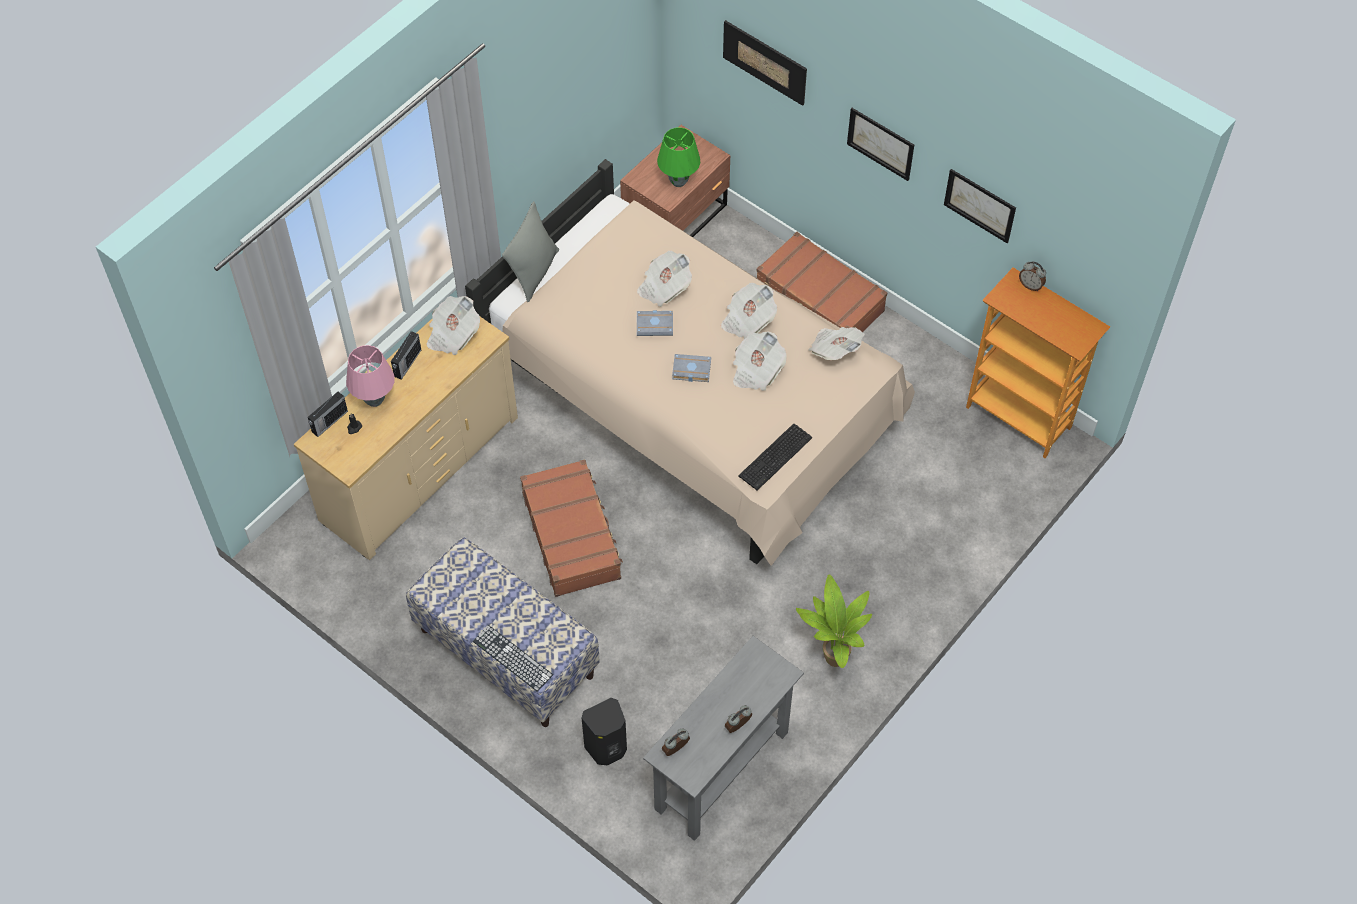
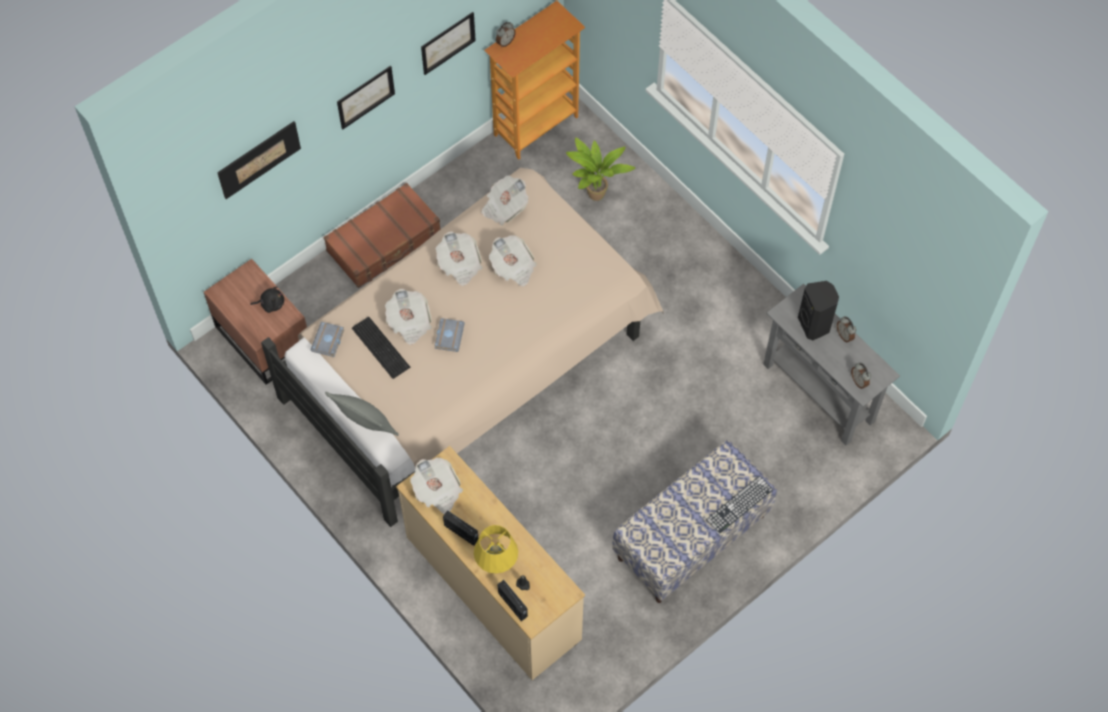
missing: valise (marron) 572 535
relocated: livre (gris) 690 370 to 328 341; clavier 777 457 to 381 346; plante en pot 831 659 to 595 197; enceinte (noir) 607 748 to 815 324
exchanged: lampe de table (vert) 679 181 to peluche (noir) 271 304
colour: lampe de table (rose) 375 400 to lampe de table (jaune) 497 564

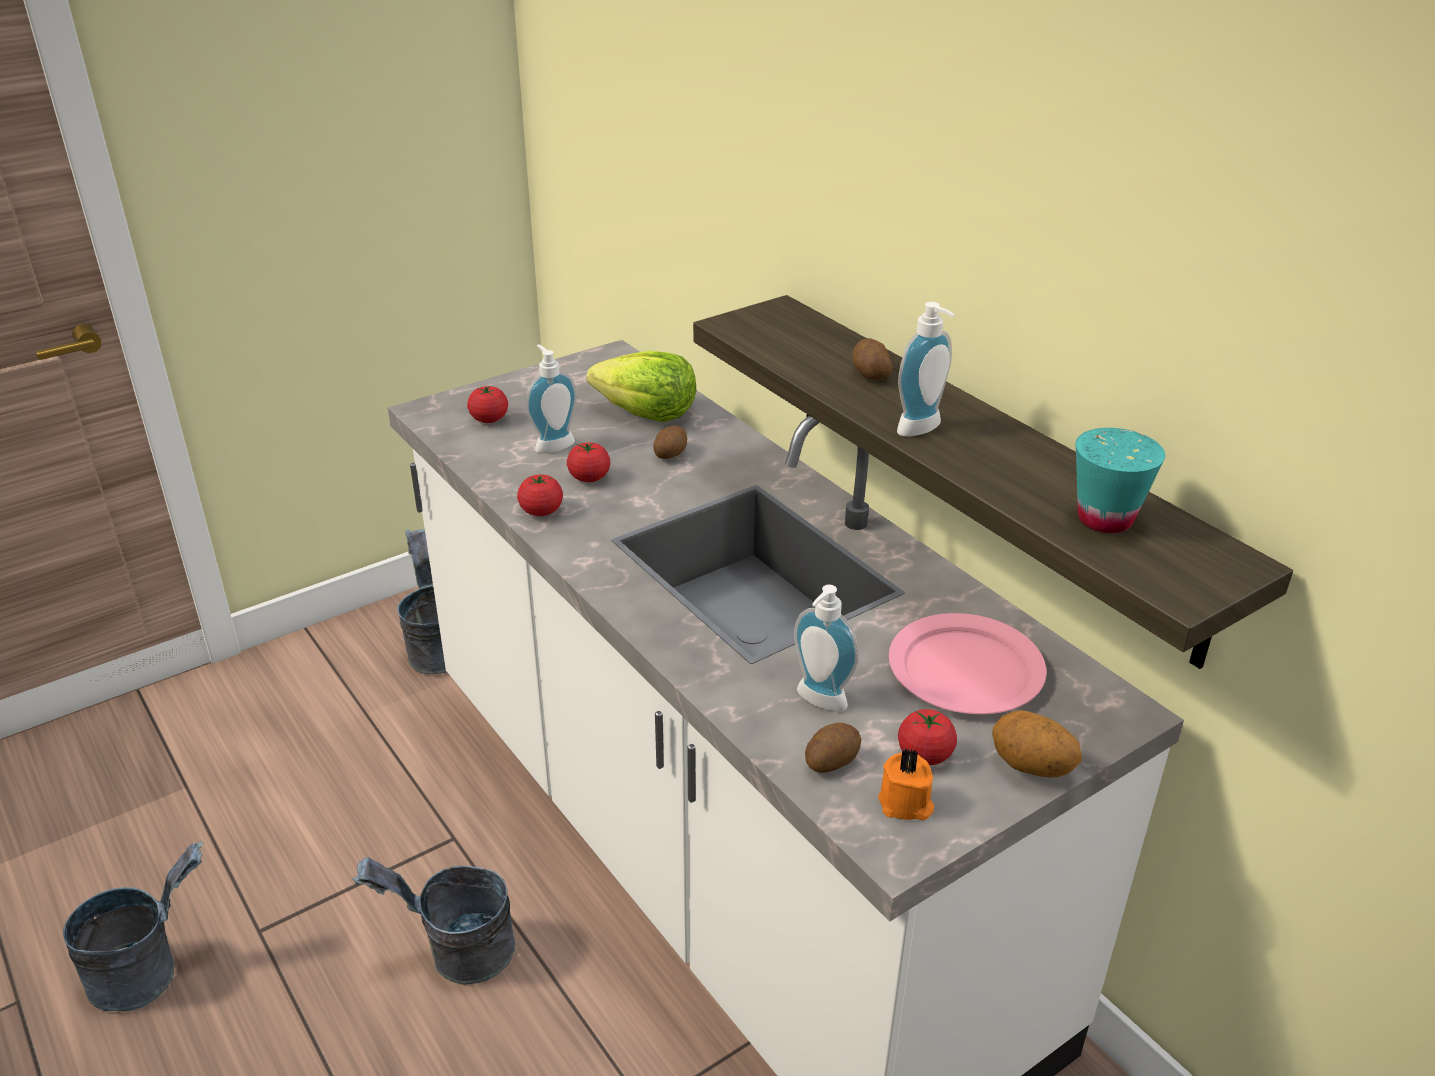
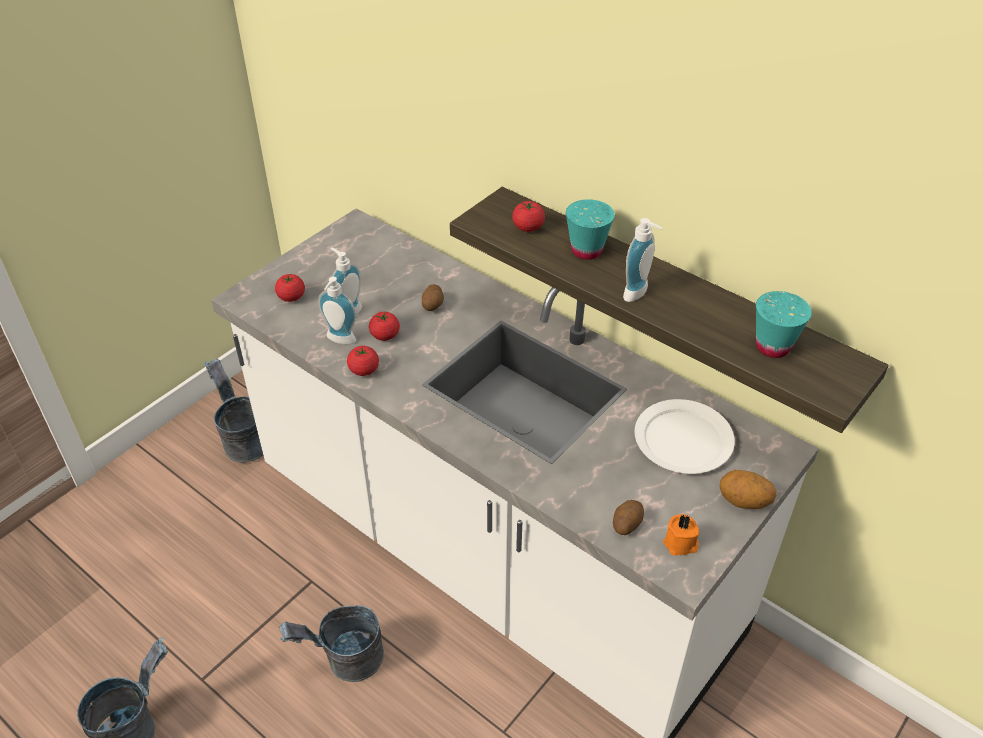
missing: laitue 647 413
relocated: distributeur de savon 818 702 to 339 341; tomate 925 755 to 528 227
exchanged: pomme de terre 870 374 to tasse (turquoise) 586 251
colour: assiette (rose) 967 670 to assiette (blanc) 684 439

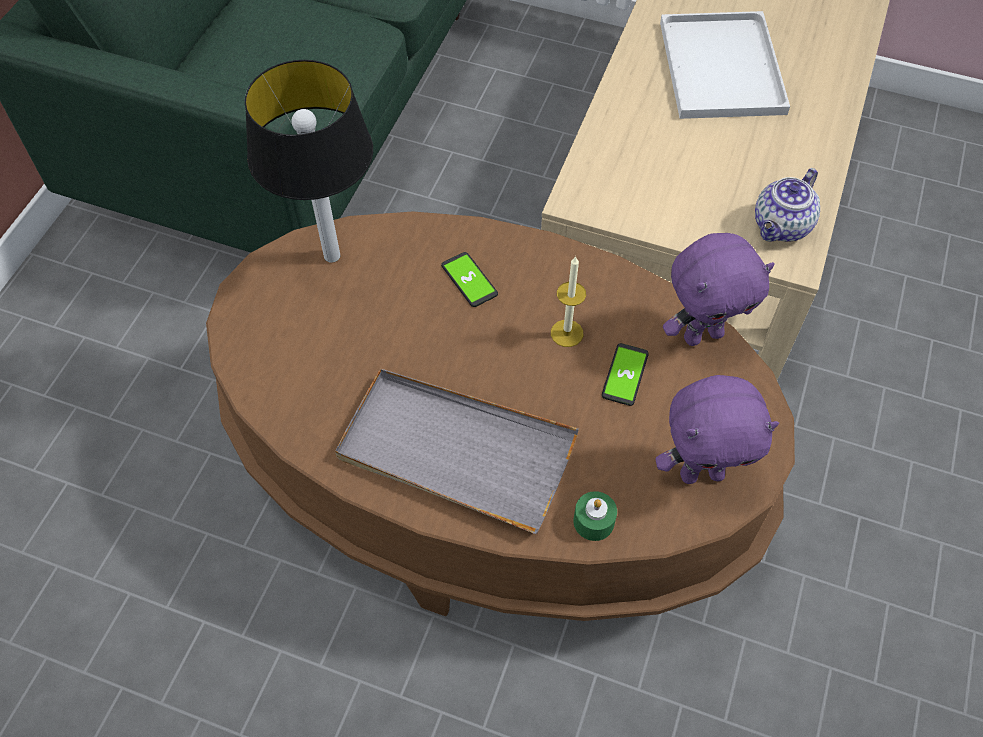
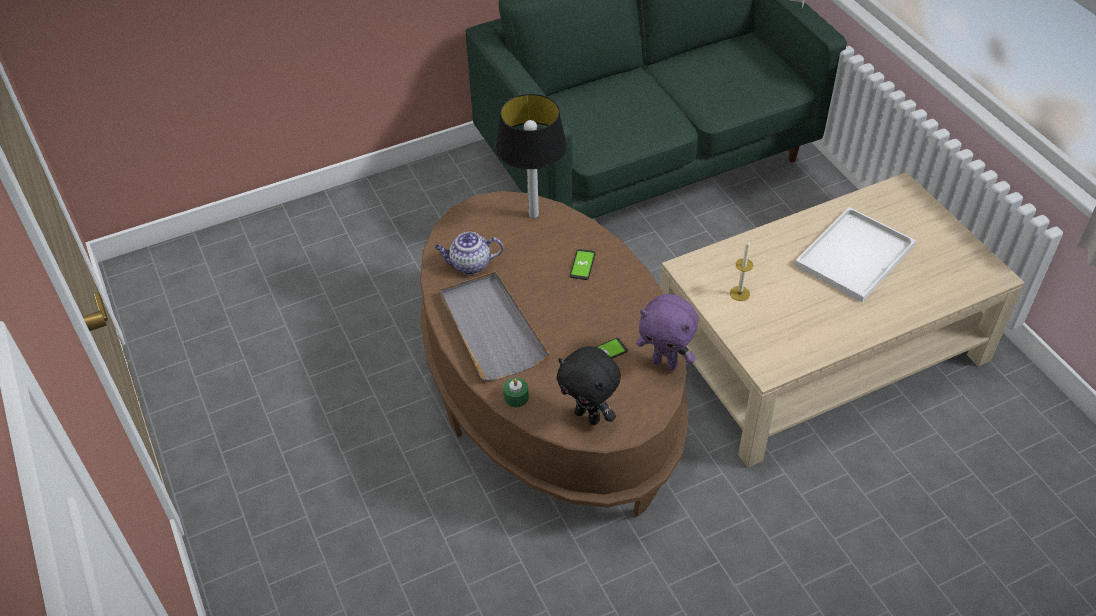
relocated: théière 781 227 to 469 265; bougie 567 333 to 739 293
colour: peluche (violet) 702 473 to peluche (noir) 588 416

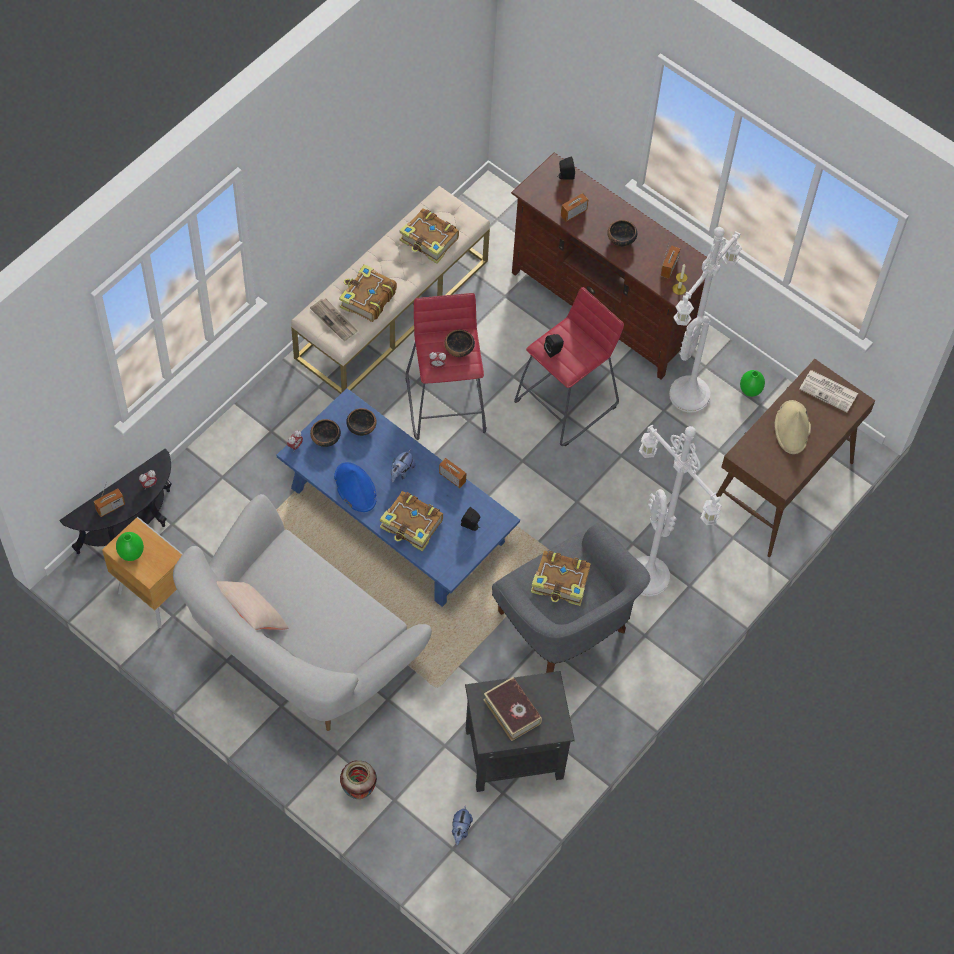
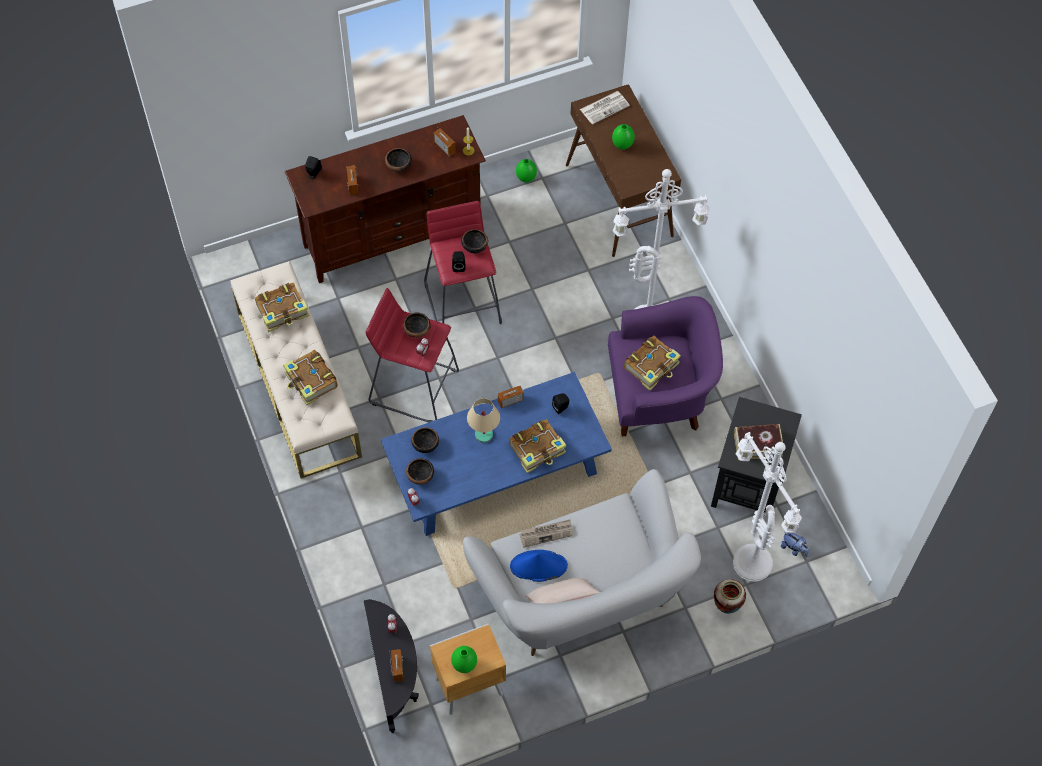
appeared: bol 474 247
relocated: lampadaire (blanc) 688 392 to 749 563; journal 334 320 to 546 533; chapeau (bleu) 355 487 to 538 566
exchanged: chapeau (beige) 792 428 to vase (vert) 622 145; peluche 401 472 to lampe de table (beige) 484 434
colour: fauteuil (gris) 565 626 to fauteuil (violet) 659 397

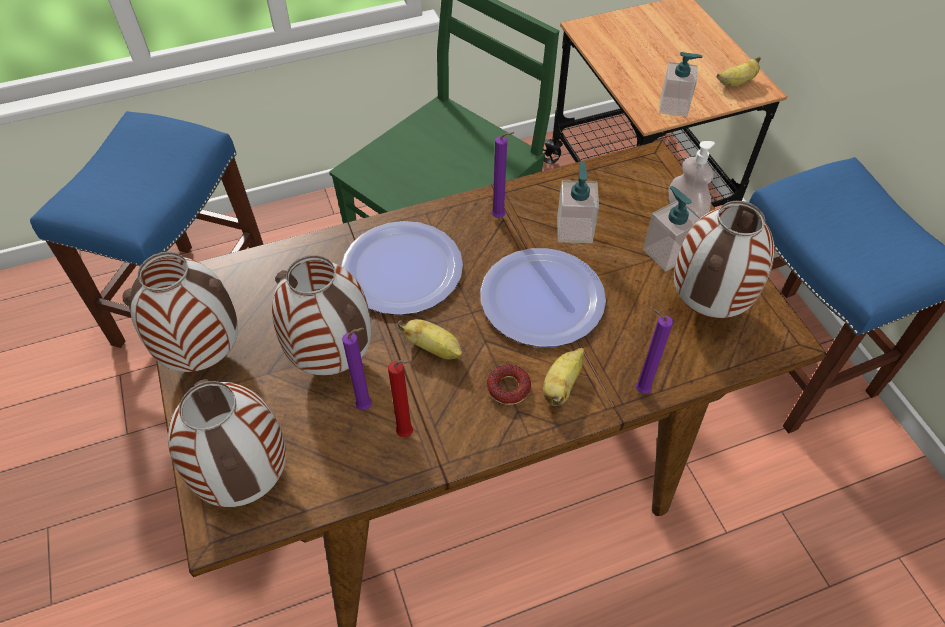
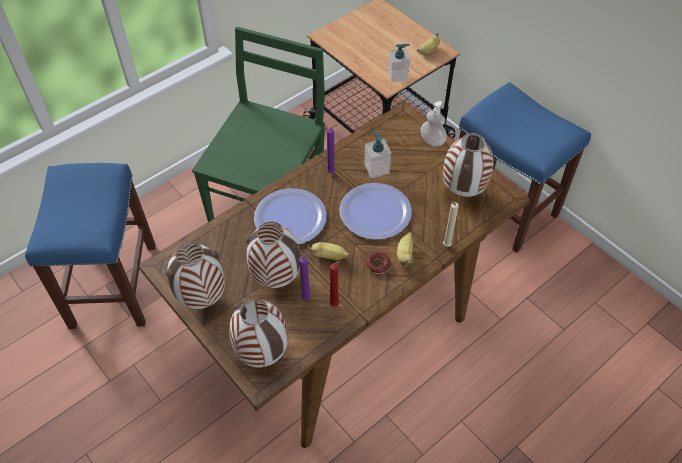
missing: distributeur de savon 667 253
colour: bougie (violet) 639 389 to bougie (beige) 445 245

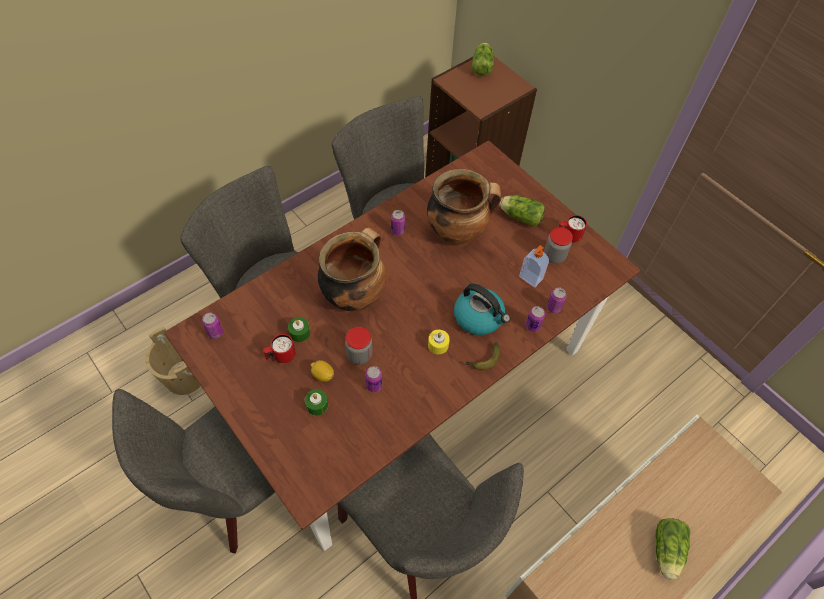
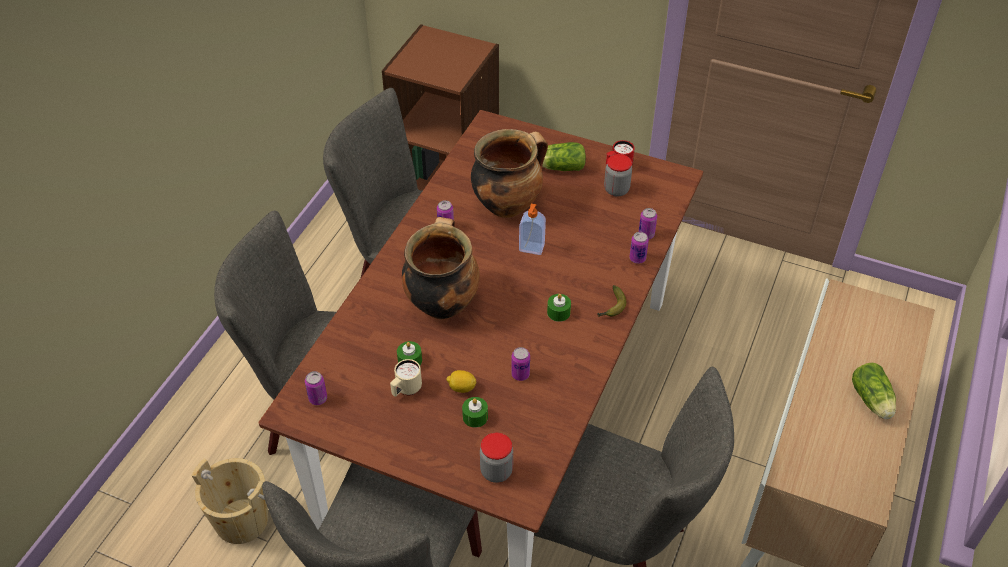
missing: laitue 482 66; bouilloire 479 317
relocated: distributeur de savon 530 278 to 531 248; bocal 359 355 to 496 471
colour: bougie (jaune) 438 345 to bougie (vert) 558 312; mug (rouge) 281 356 to mug (beige) 406 390

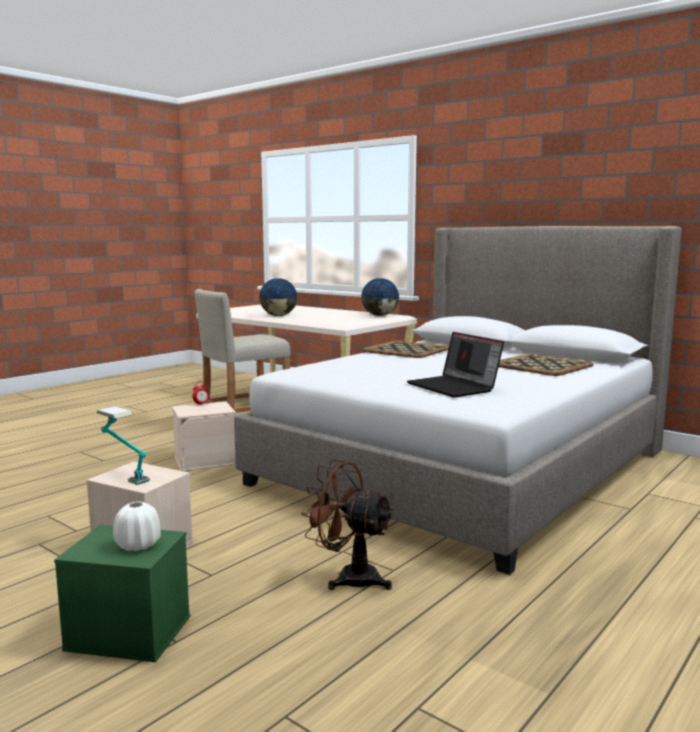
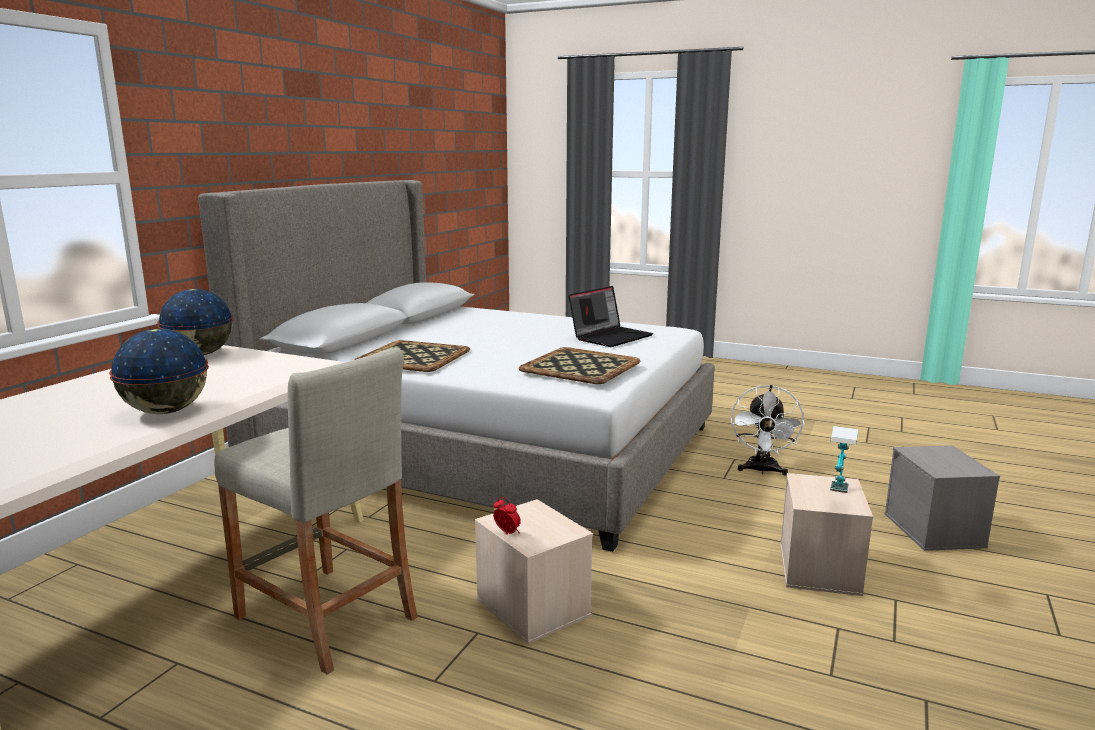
missing: vase (blanc) 138 545
relocated: plateau 541 365 to 579 366
colour: ventilateur (marron) 349 577 to ventilateur (blanc) 762 471; boîte de rangement (vert) 127 633 to boîte de rangement (gris) 935 530

